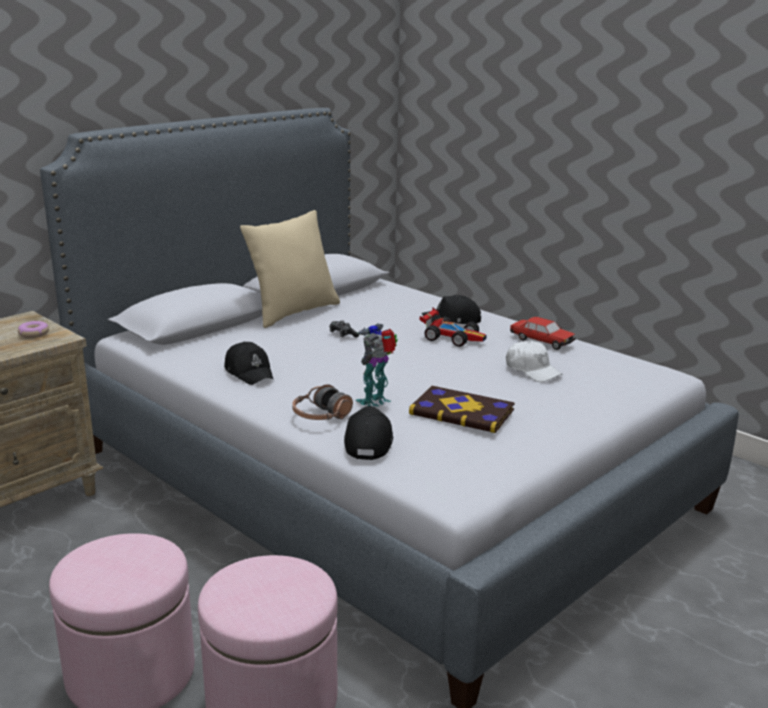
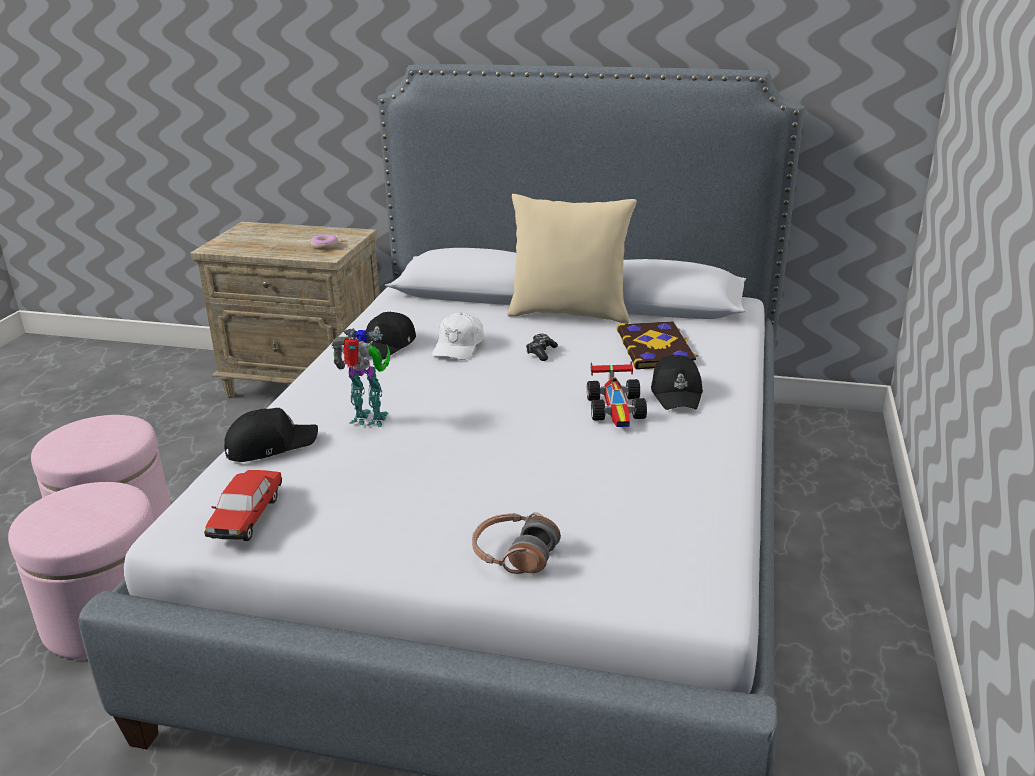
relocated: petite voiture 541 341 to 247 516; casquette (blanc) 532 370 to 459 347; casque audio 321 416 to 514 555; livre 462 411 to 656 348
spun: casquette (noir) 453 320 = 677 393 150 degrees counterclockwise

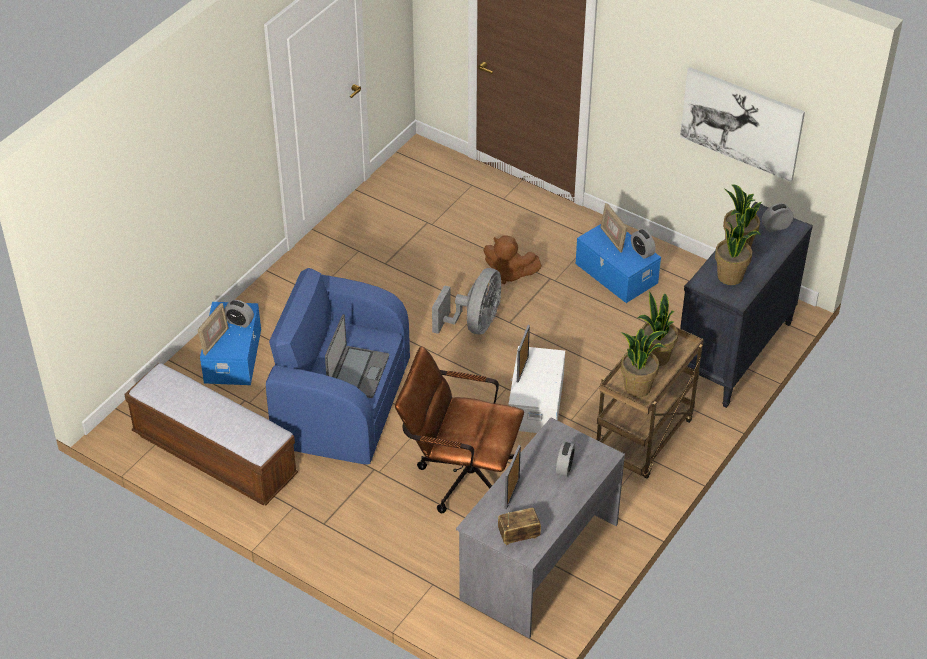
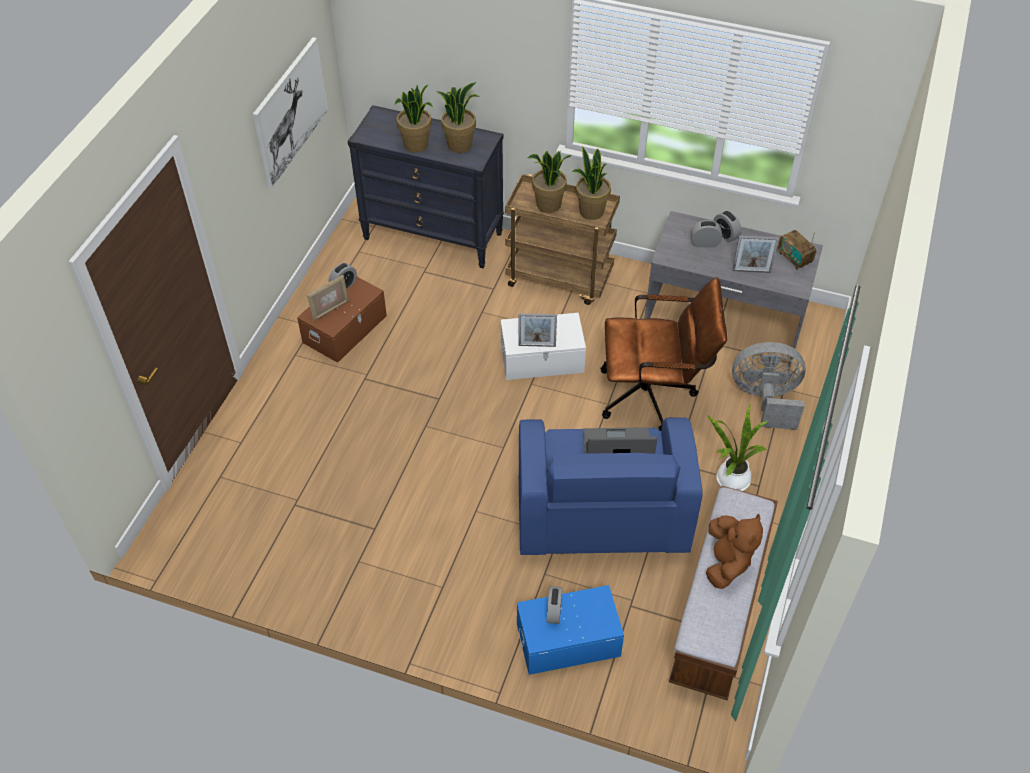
missing: cadre photo 214 341
appeared: plante en pot 730 479
relocated: réveil 775 227 to 725 235; peluche (marron) 509 273 to 727 562; ventilateur (gris) 474 324 to 765 400
colour: boîte de rangement (bleu) 616 274 to boîte de rangement (marron) 346 329
spun: chaise de bureau (marron) 460 476 = 654 395 90 degrees counterclockwise

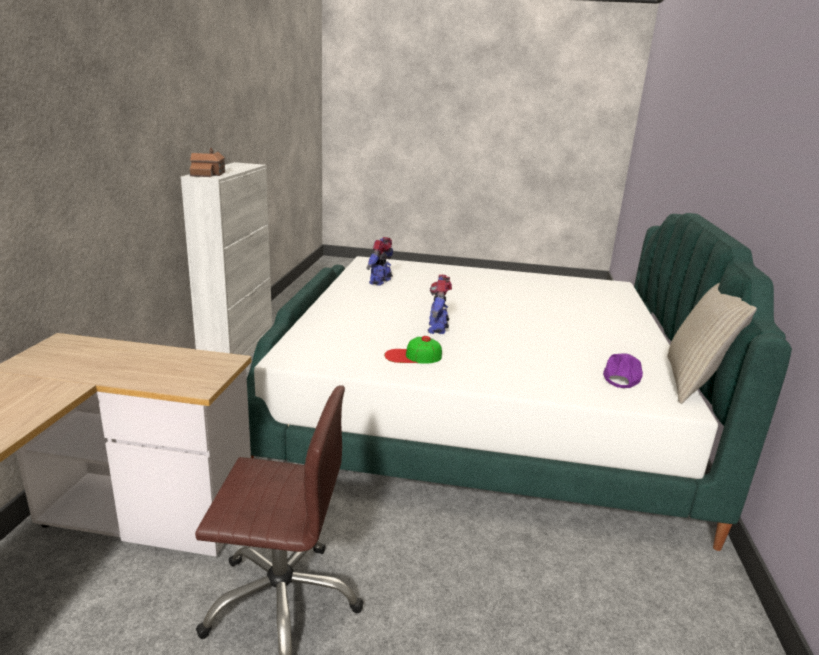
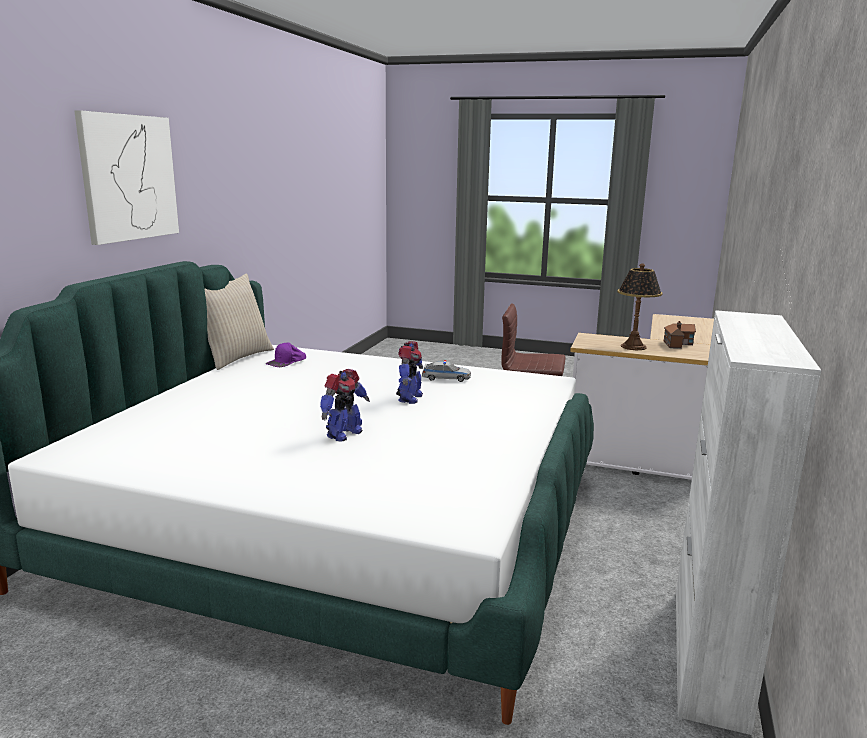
appeared: tableau 129 177; lampe de table 633 347
relocated: maison miniature 208 174 to 678 343; robot jouet 381 282 to 343 434
exchanged: casquette 413 356 to petite voiture 446 378

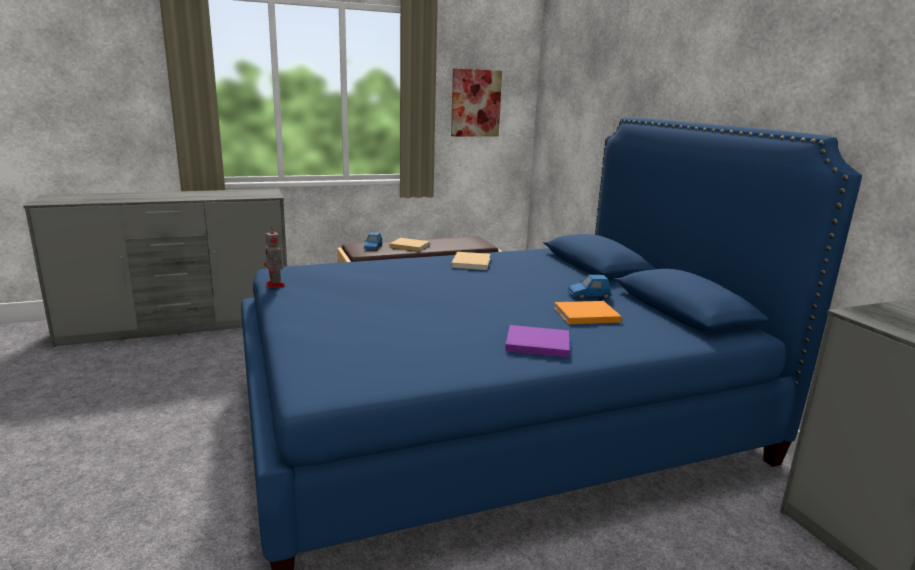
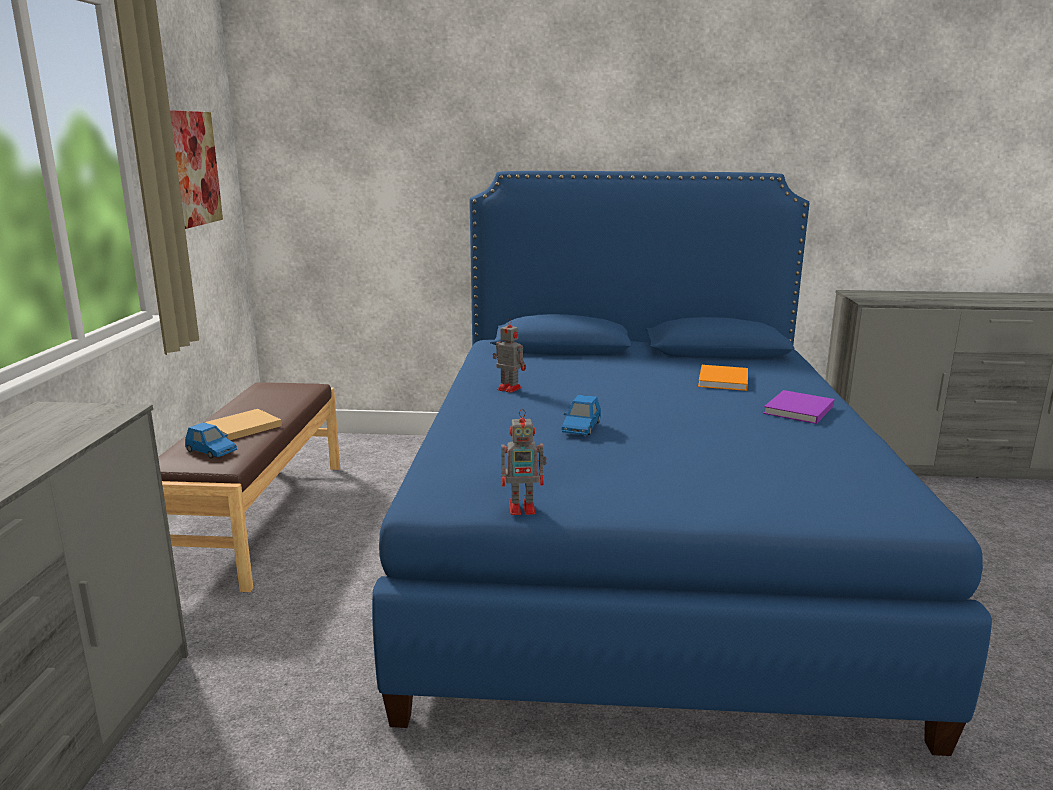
relocated: petite voiture (bleu) 588 295 to 581 428
exchanged: livre (beige) 471 262 to robot jouet 508 388

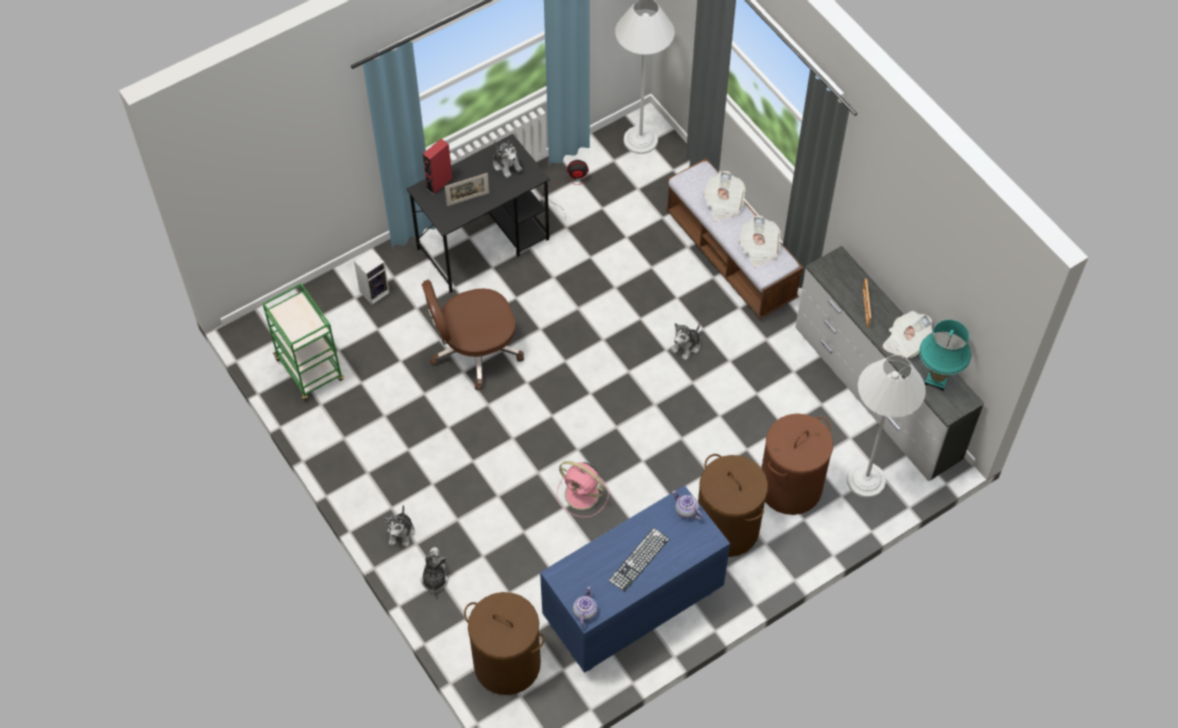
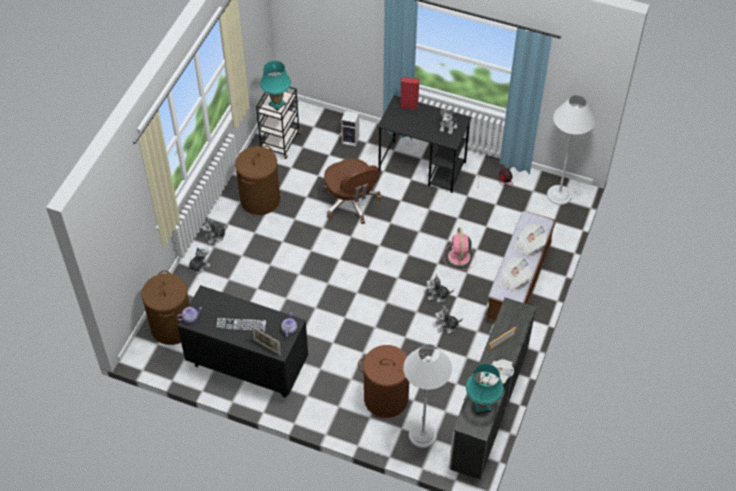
appeared: lampe de table (turquoise) 277 104; peluche 447 326
relocated: cadre photo 468 199 to 267 347; panier à linge (marron) 727 528 to 260 200; ventilateur (rose) 583 495 to 459 257
colour: chariot (vert) 310 370 to chariot (noir) 280 143; commode (bleu) 632 608 to commode (noir) 247 365
spun: chaise de bureau (marron) 474 351 = 351 202 150 degrees counterclockwise

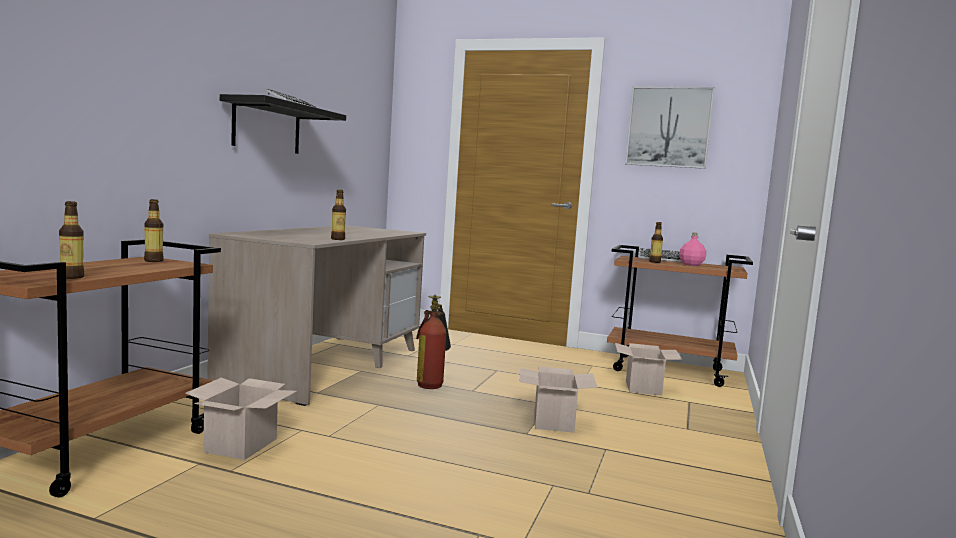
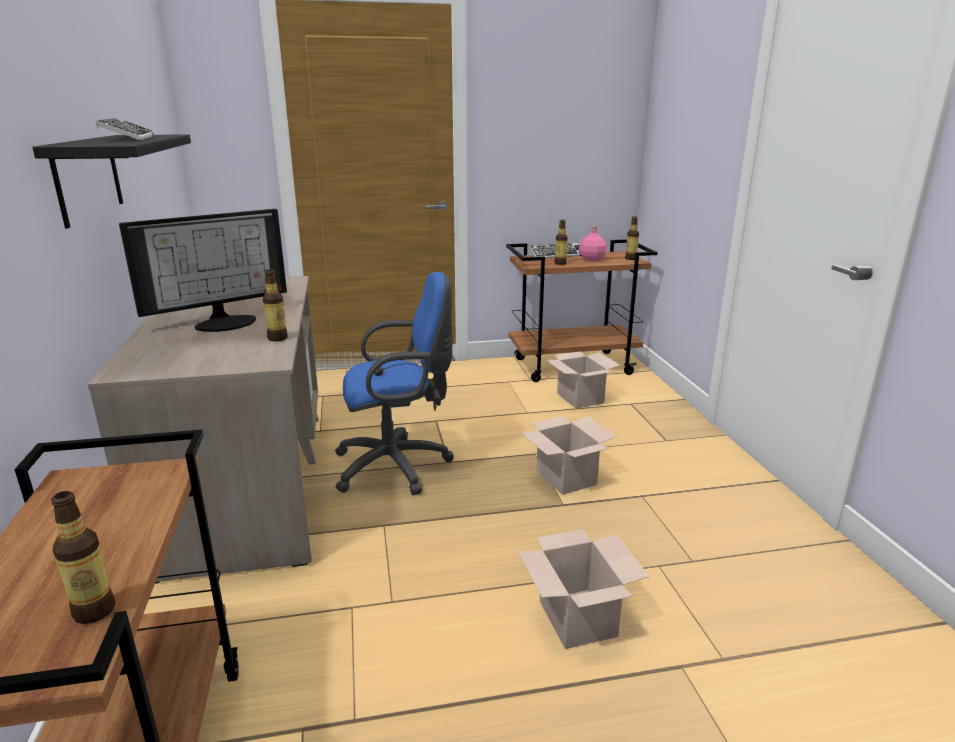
missing: tableau 668 127
appeared: écran d'ordinateur 225 322
relocated: bouteille 153 261 to 630 259; carton 241 446 to 579 619
exchanged: extincteur 433 383 to chaise de bureau (bleu) 398 466

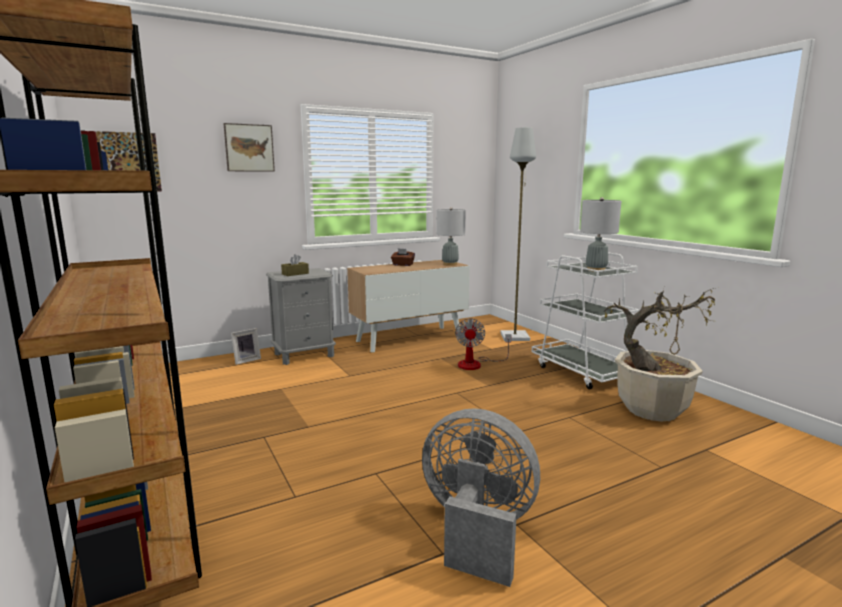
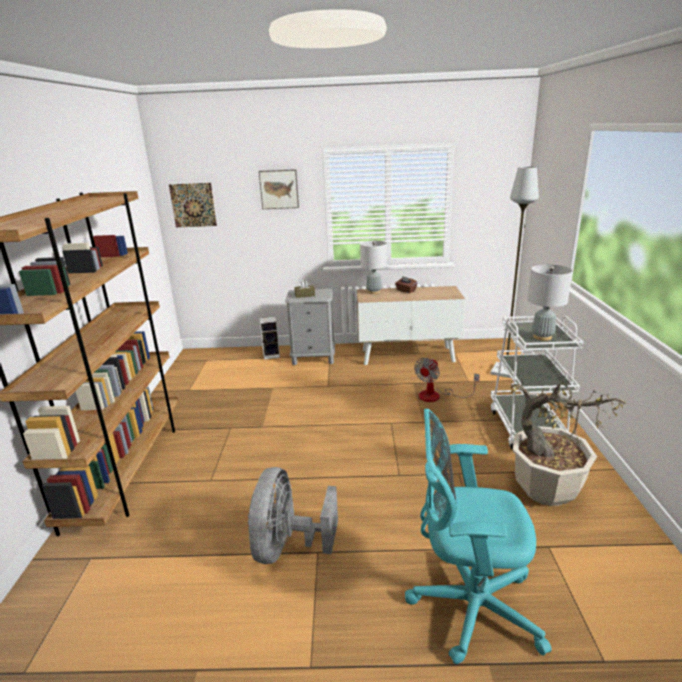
appeared: chaise de bureau (turquoise) 468 606
relocated: lampe de table (gris) 450 264 to 374 292
exchanged: cadre photo 246 360 to enceinte 272 355
spun: ventilateur (gris) 476 531 = 287 546 135 degrees counterclockwise

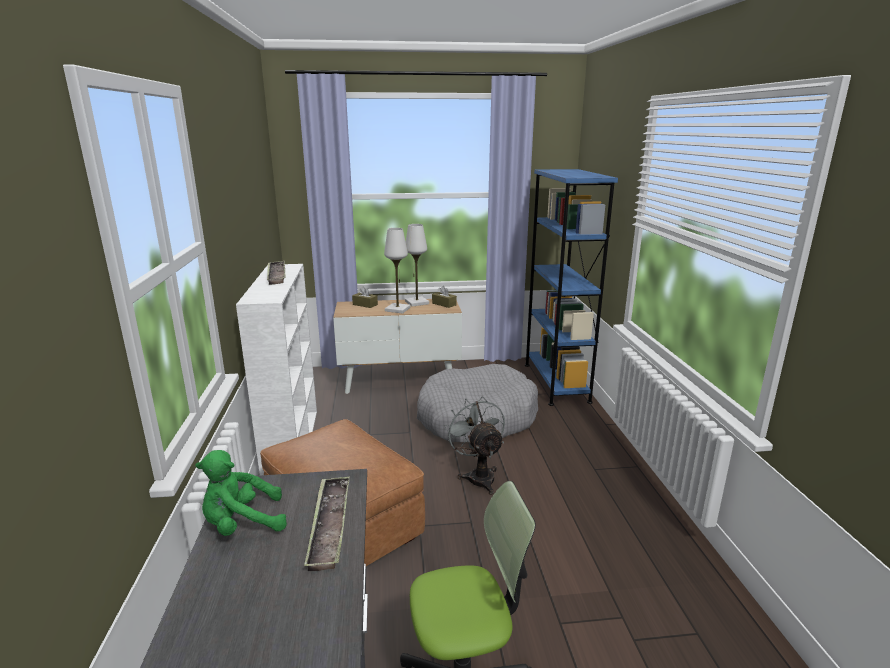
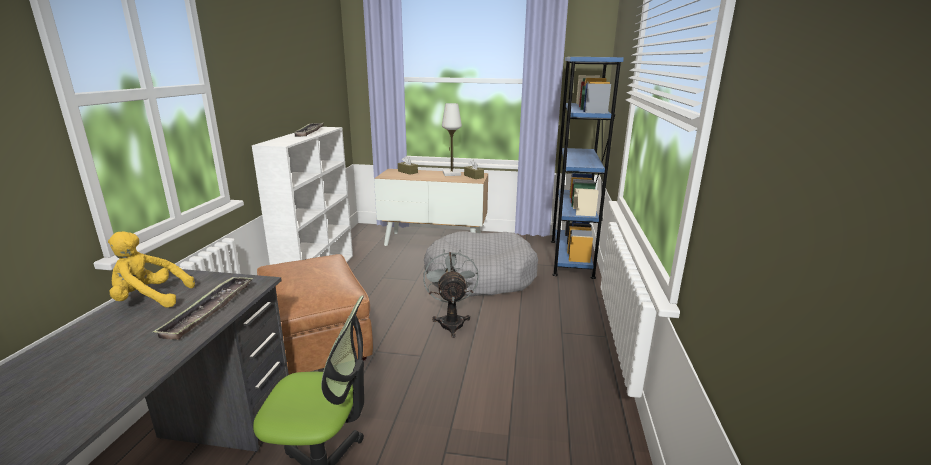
missing: lampe de table (blanc) 397 309
colour: peluche (vert) 242 524 to peluche (jaune) 149 299

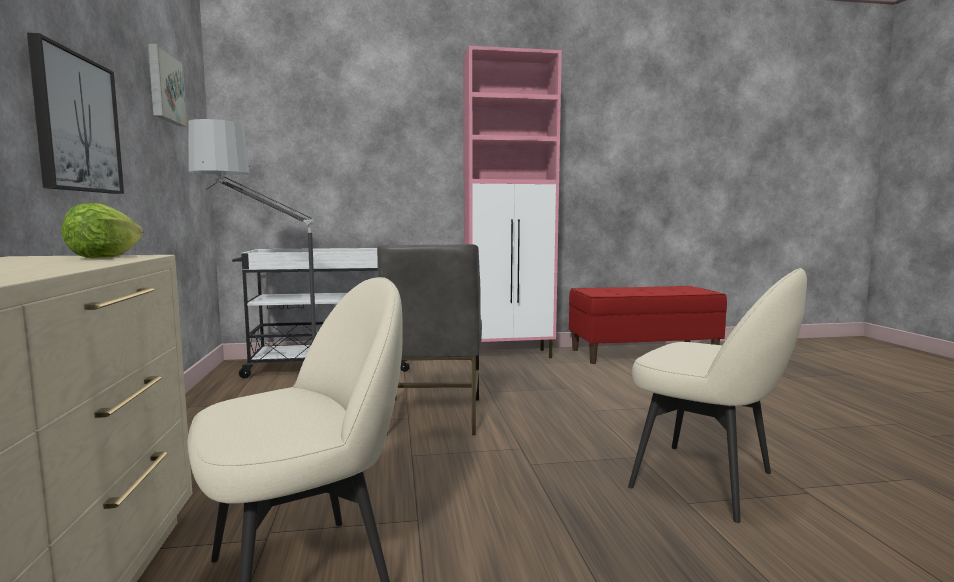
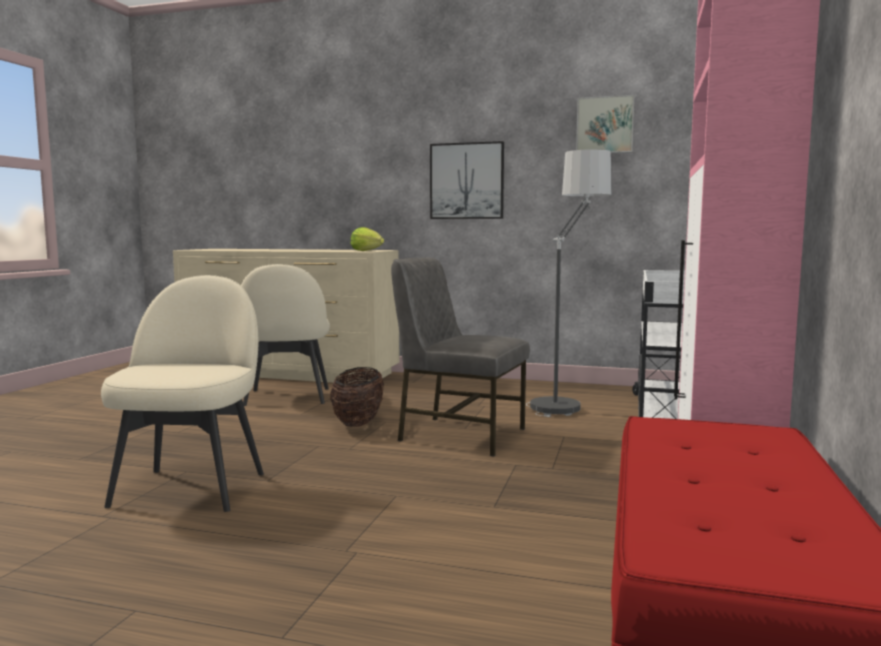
appeared: panier 358 423
spun: chaise (beige) 706 481 = 191 488 120 degrees clockwise

